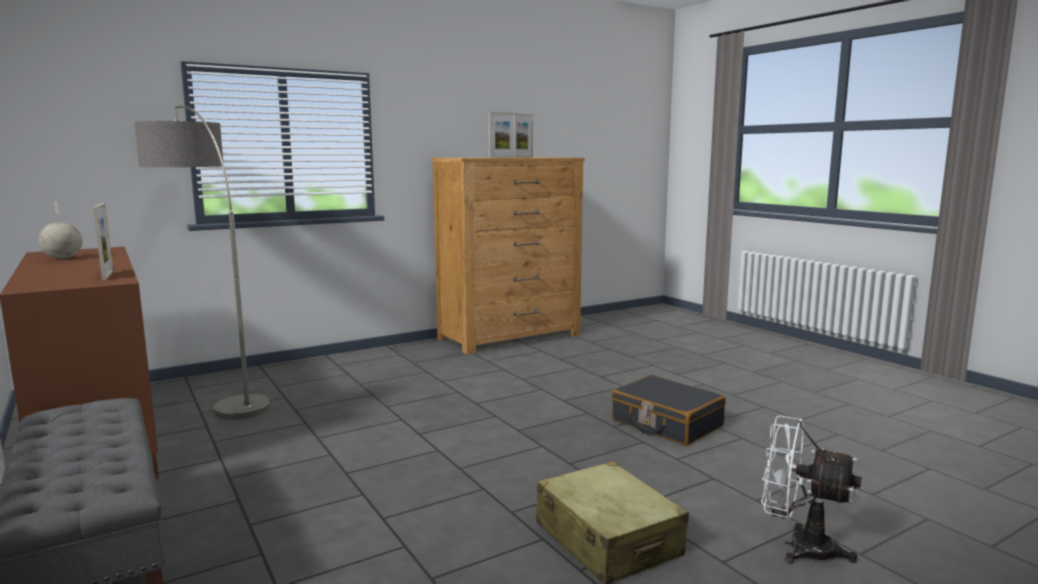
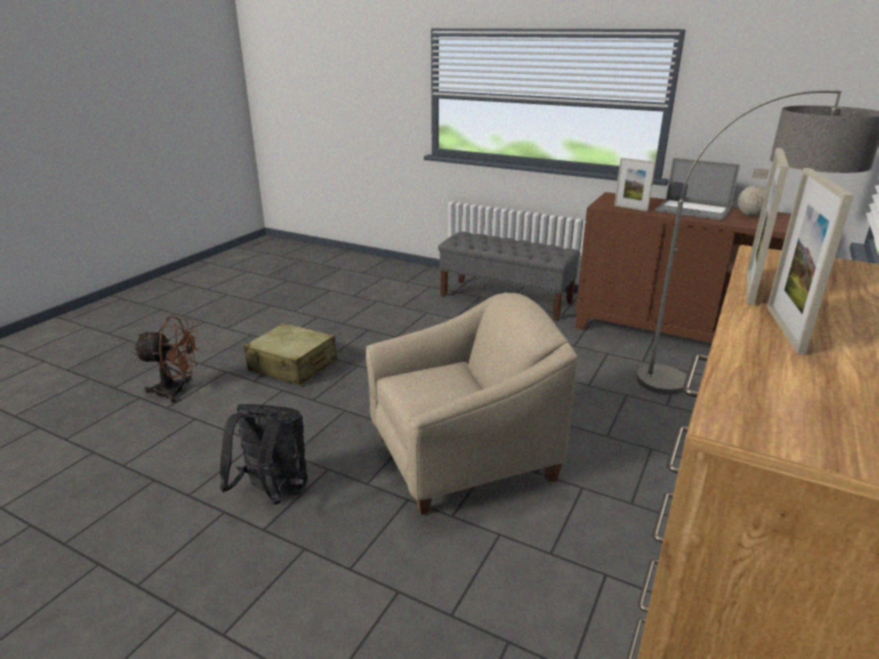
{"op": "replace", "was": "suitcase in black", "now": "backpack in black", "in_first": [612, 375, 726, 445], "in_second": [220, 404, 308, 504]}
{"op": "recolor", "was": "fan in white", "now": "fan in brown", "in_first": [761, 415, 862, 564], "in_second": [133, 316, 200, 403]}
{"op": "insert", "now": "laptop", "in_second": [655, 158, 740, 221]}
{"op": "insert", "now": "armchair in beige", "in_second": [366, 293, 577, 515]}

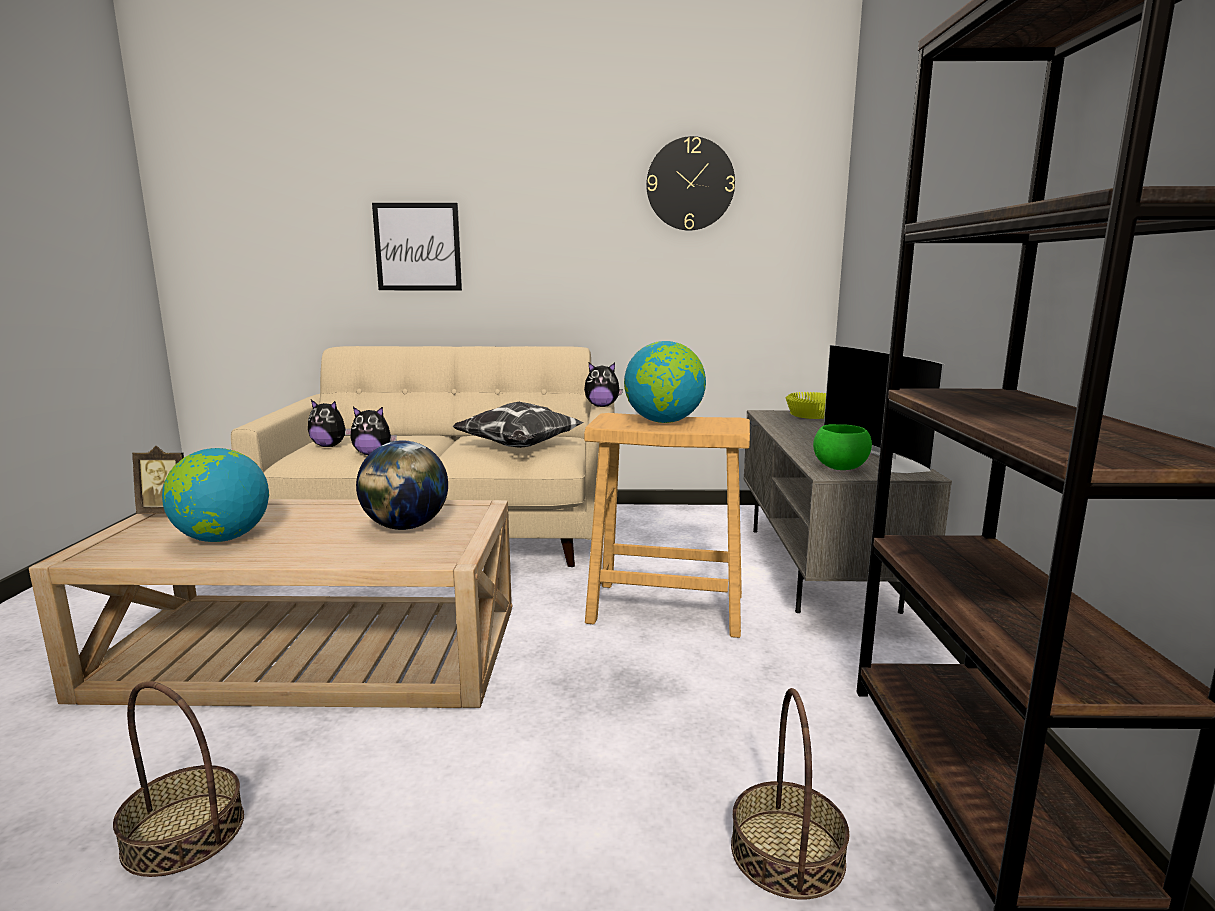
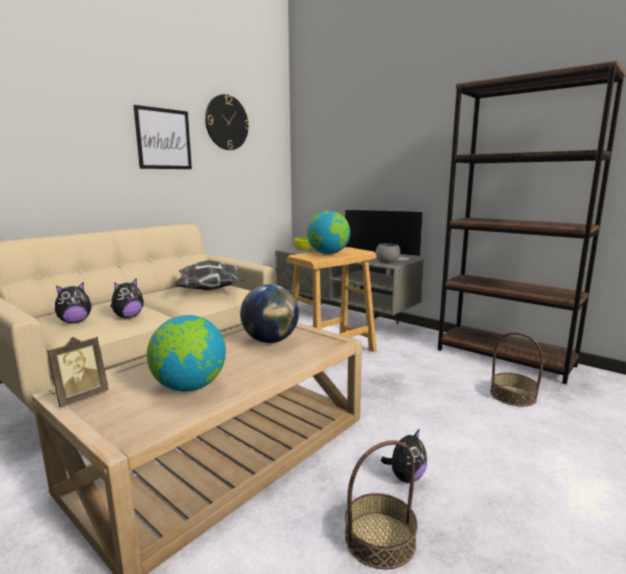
{"op": "move", "was": "picture", "in_first": [372, 203, 462, 290], "in_second": [133, 105, 192, 169]}
{"op": "move", "was": "plush toy", "in_first": [584, 363, 623, 407], "in_second": [381, 429, 427, 483]}
{"op": "recolor", "was": "bowl in green", "now": "bowl in grey", "in_first": [813, 424, 872, 470], "in_second": [375, 243, 400, 264]}

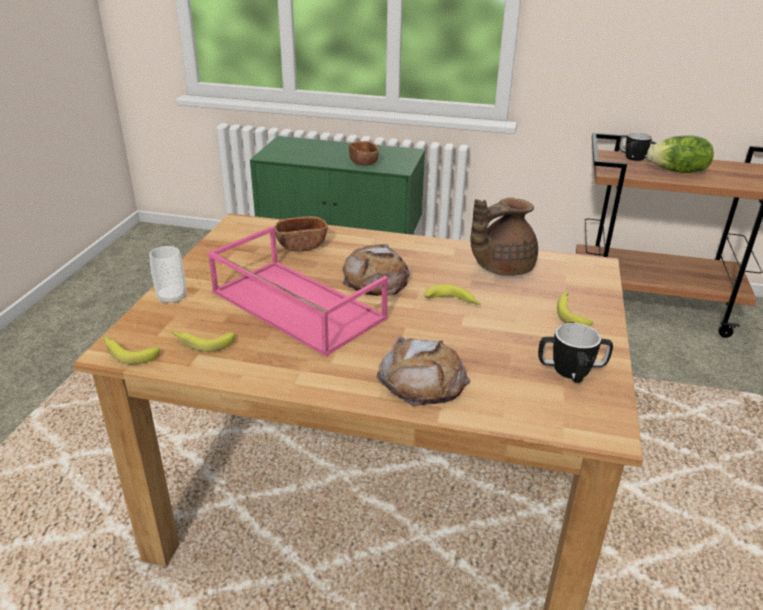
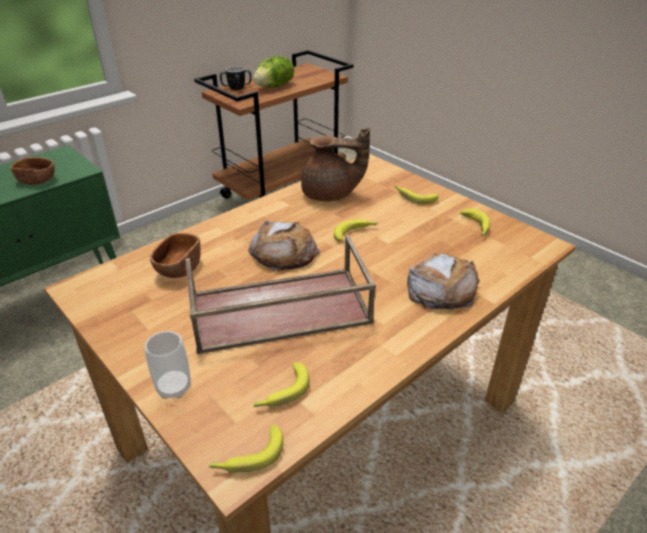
{"op": "rotate", "was": "teapot in brown", "in_first": [470, 198, 538, 276], "in_second": [301, 128, 370, 201], "clockwise": -90}
{"op": "recolor", "was": "tray in pink", "now": "tray in brown", "in_first": [208, 226, 388, 357], "in_second": [185, 235, 376, 354]}
{"op": "replace", "was": "mug", "now": "banana", "in_first": [538, 322, 613, 383], "in_second": [460, 209, 490, 236]}

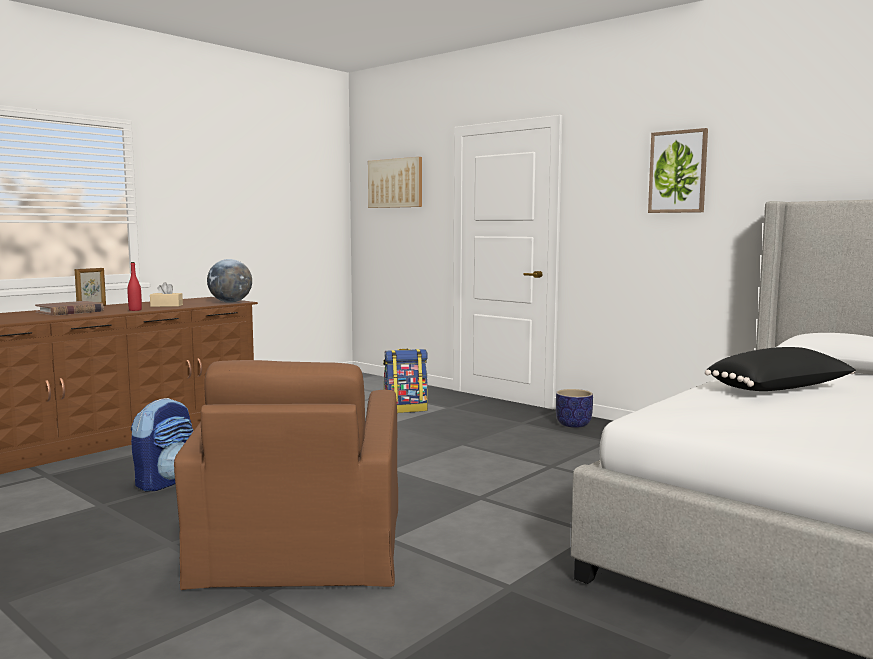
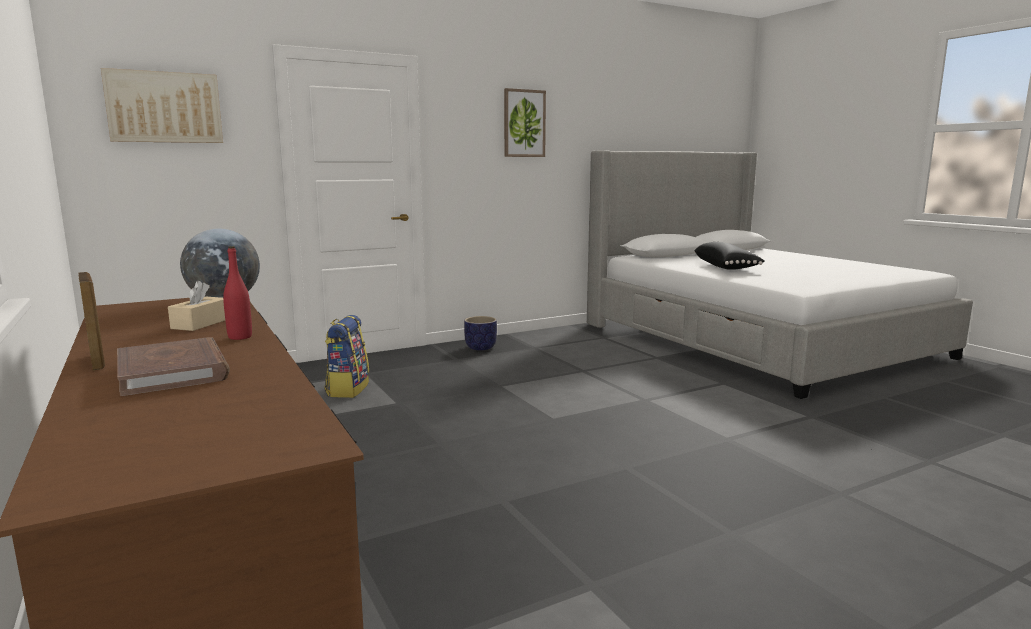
{"op": "delete", "was": "armchair in brown", "in_first": [174, 360, 398, 590]}
{"op": "delete", "was": "backpack", "in_first": [131, 398, 193, 492]}

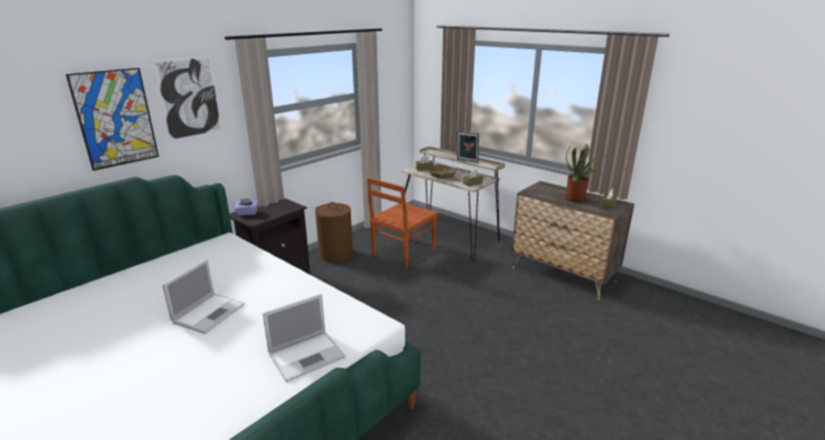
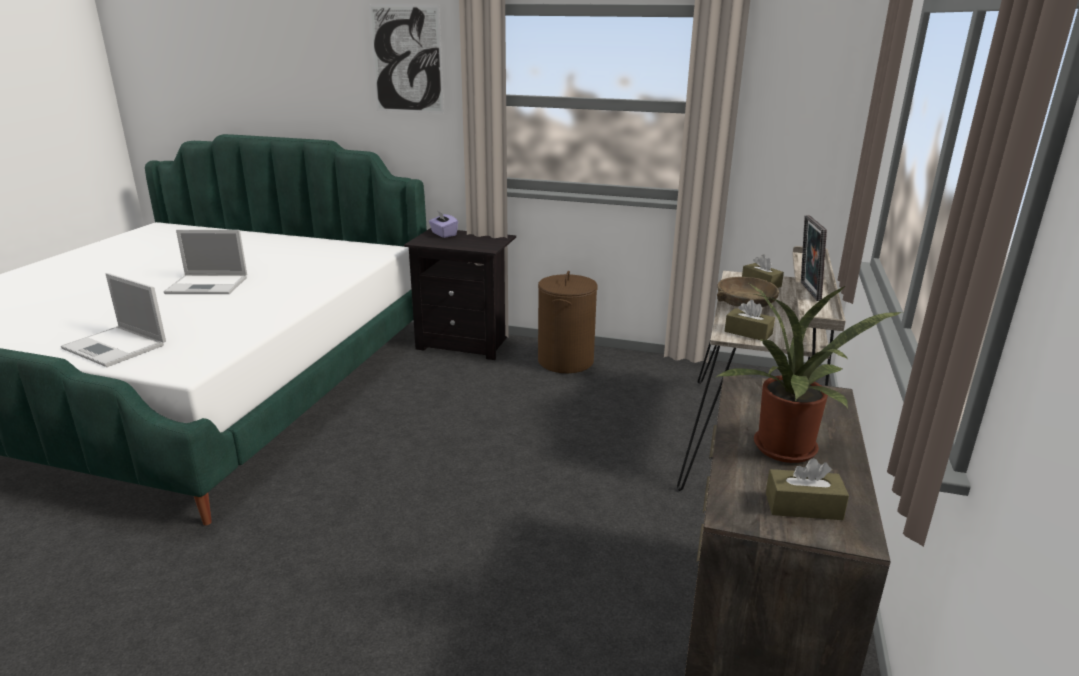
{"op": "delete", "was": "picture", "in_first": [66, 68, 159, 171]}
{"op": "delete", "was": "chair in brown", "in_first": [367, 177, 438, 269]}

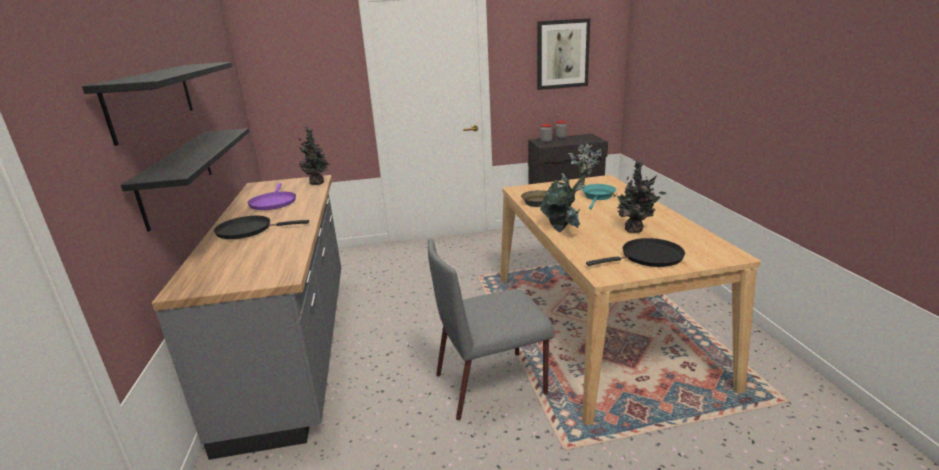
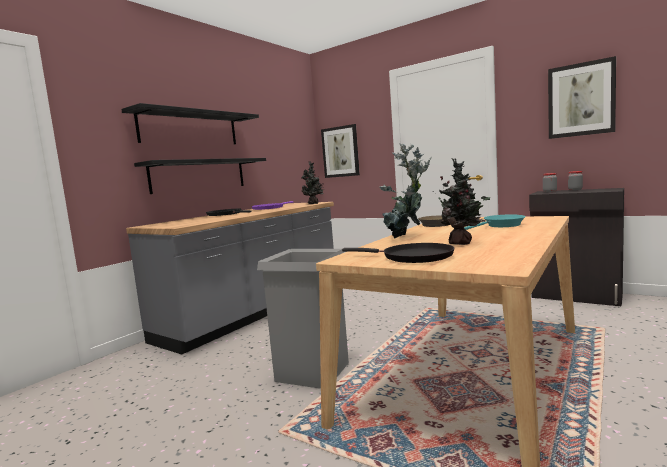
{"op": "replace", "was": "chair in grey", "now": "trash can in grey", "in_first": [428, 238, 554, 420], "in_second": [257, 249, 349, 389]}
{"op": "insert", "now": "picture", "in_second": [321, 124, 360, 178]}

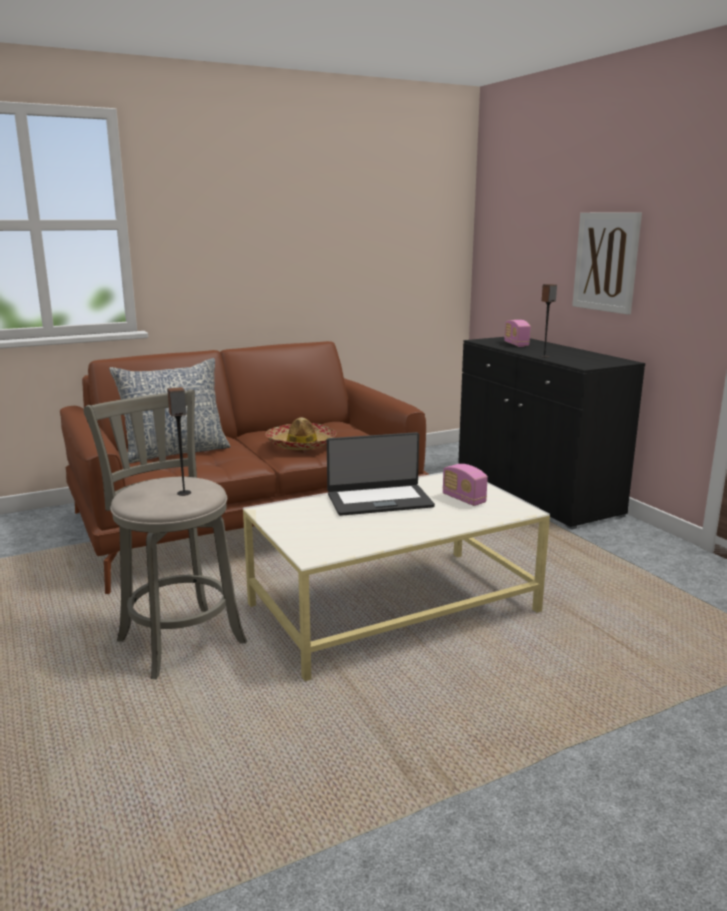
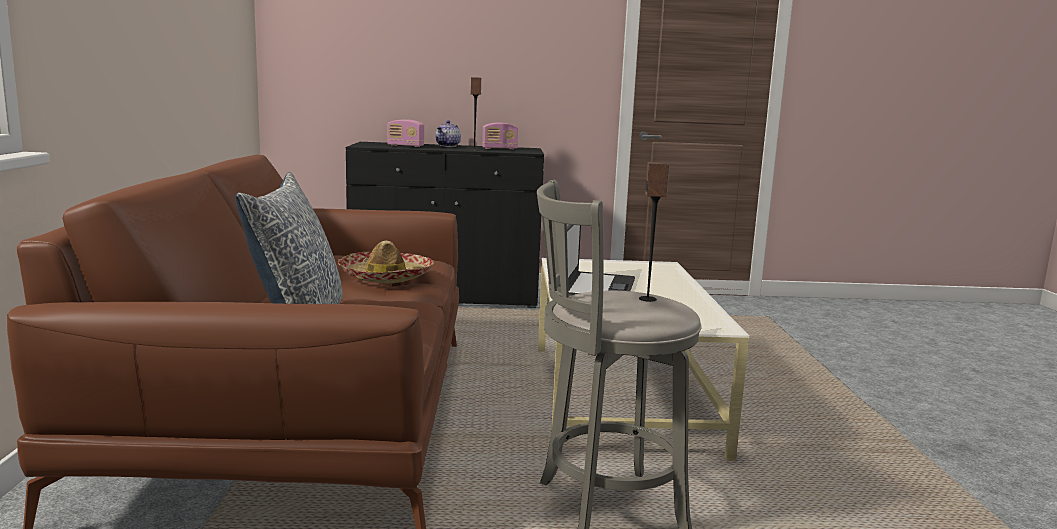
{"op": "delete", "was": "picture", "in_first": [572, 212, 642, 315]}
{"op": "move", "was": "radio", "in_first": [442, 464, 488, 506], "in_second": [482, 123, 518, 150]}
{"op": "insert", "now": "teapot", "in_second": [435, 120, 461, 147]}

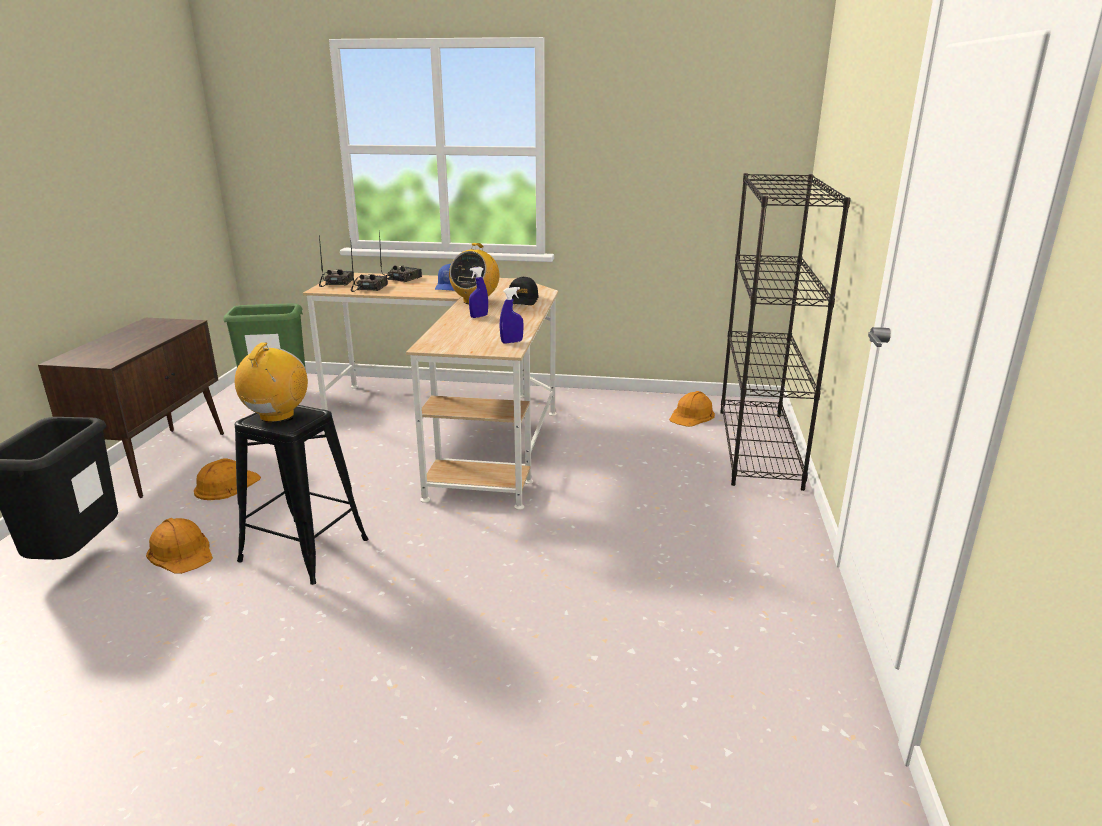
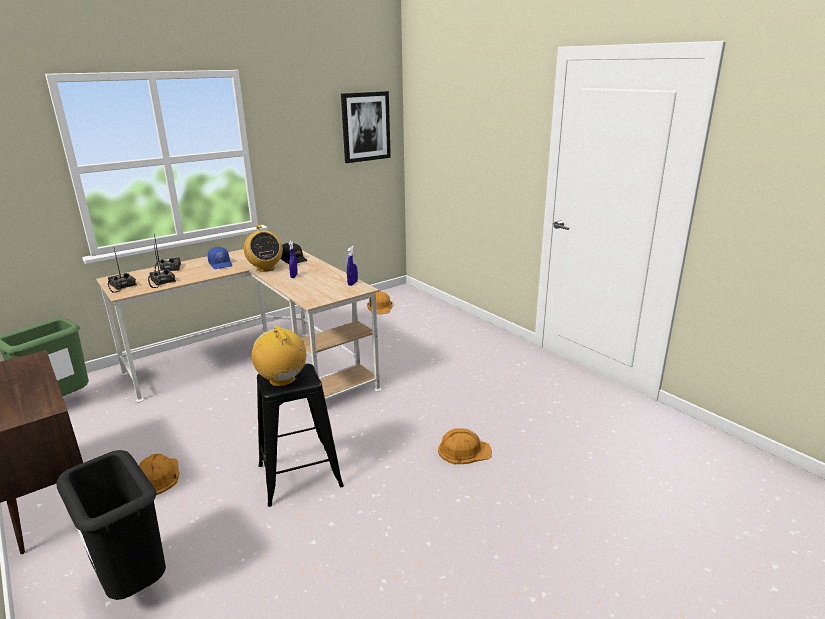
{"op": "delete", "was": "bookcase in black", "in_first": [720, 173, 851, 491]}
{"op": "move", "was": "hard hat in orange", "in_first": [146, 518, 213, 574], "in_second": [438, 428, 492, 464]}
{"op": "insert", "now": "picture", "in_second": [341, 91, 391, 163]}

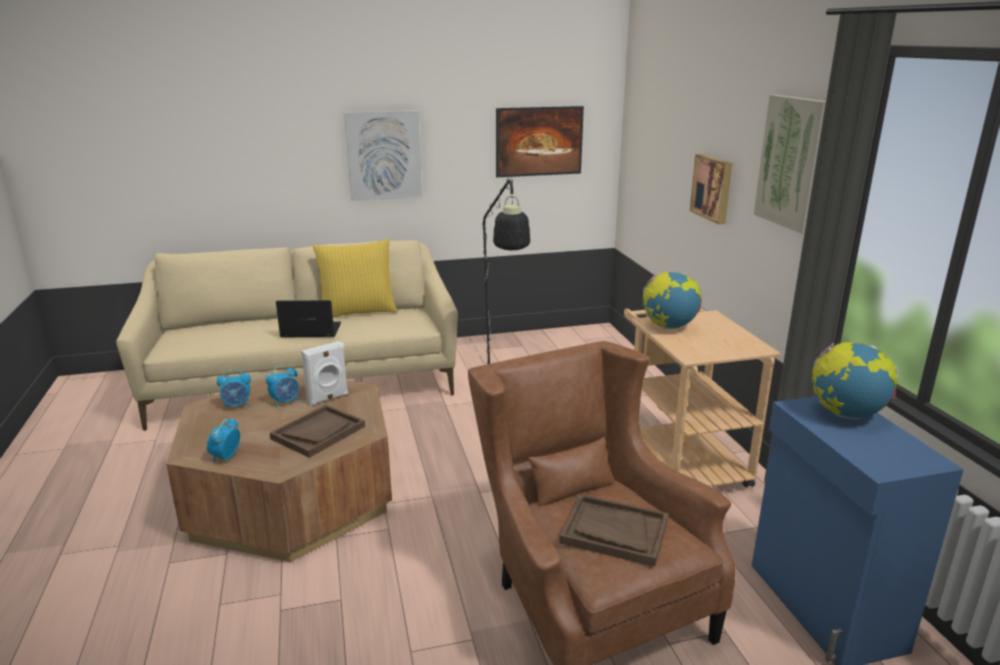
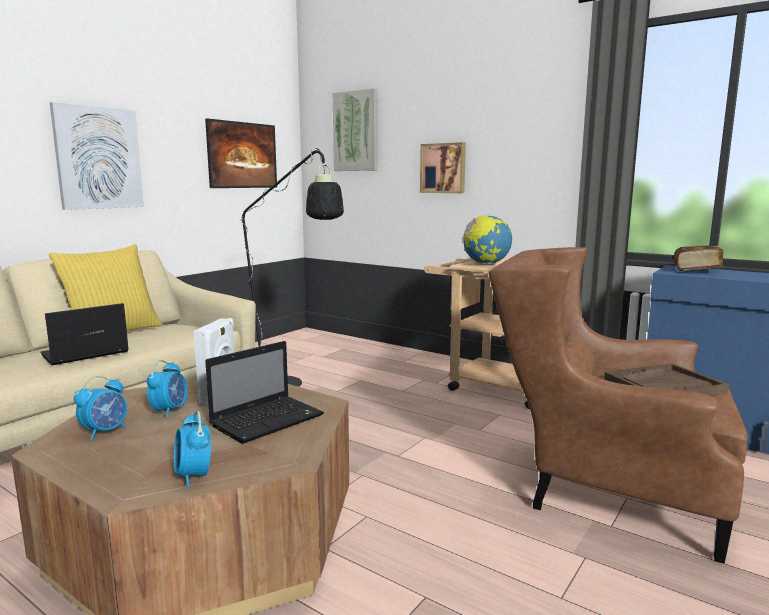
{"op": "move", "was": "picture", "in_first": [754, 95, 826, 234], "in_second": [333, 88, 378, 171]}
{"op": "replace", "was": "globe", "now": "book", "in_first": [812, 342, 898, 419], "in_second": [674, 245, 723, 271]}
{"op": "replace", "was": "tray in brown", "now": "laptop", "in_first": [270, 405, 365, 458], "in_second": [205, 341, 324, 444]}

